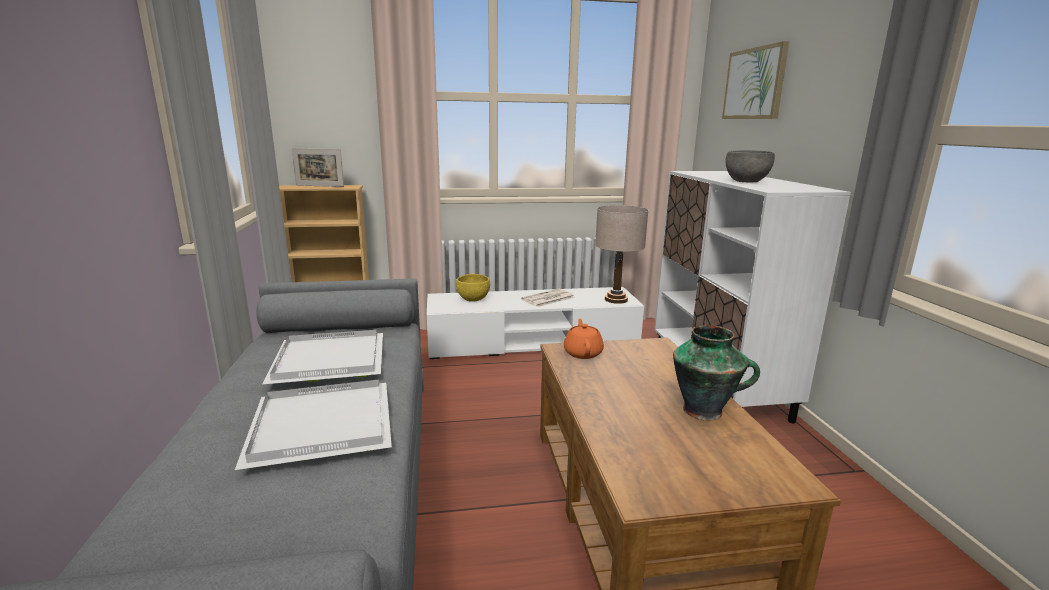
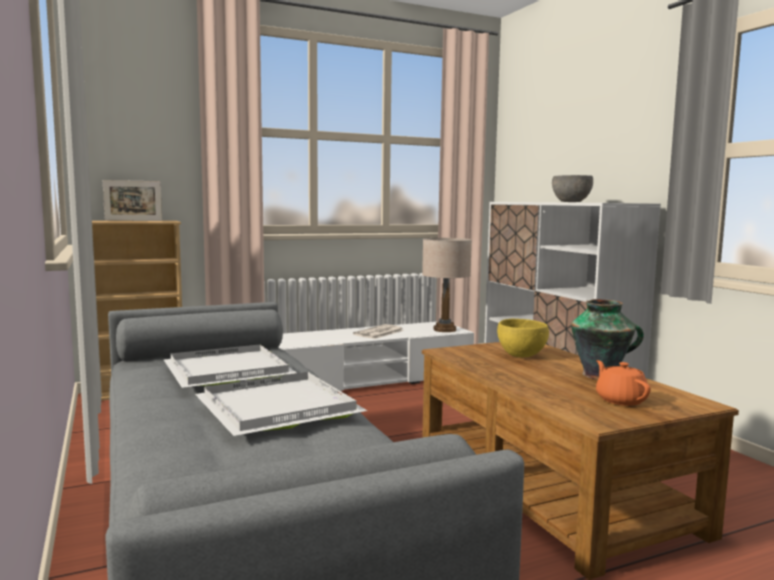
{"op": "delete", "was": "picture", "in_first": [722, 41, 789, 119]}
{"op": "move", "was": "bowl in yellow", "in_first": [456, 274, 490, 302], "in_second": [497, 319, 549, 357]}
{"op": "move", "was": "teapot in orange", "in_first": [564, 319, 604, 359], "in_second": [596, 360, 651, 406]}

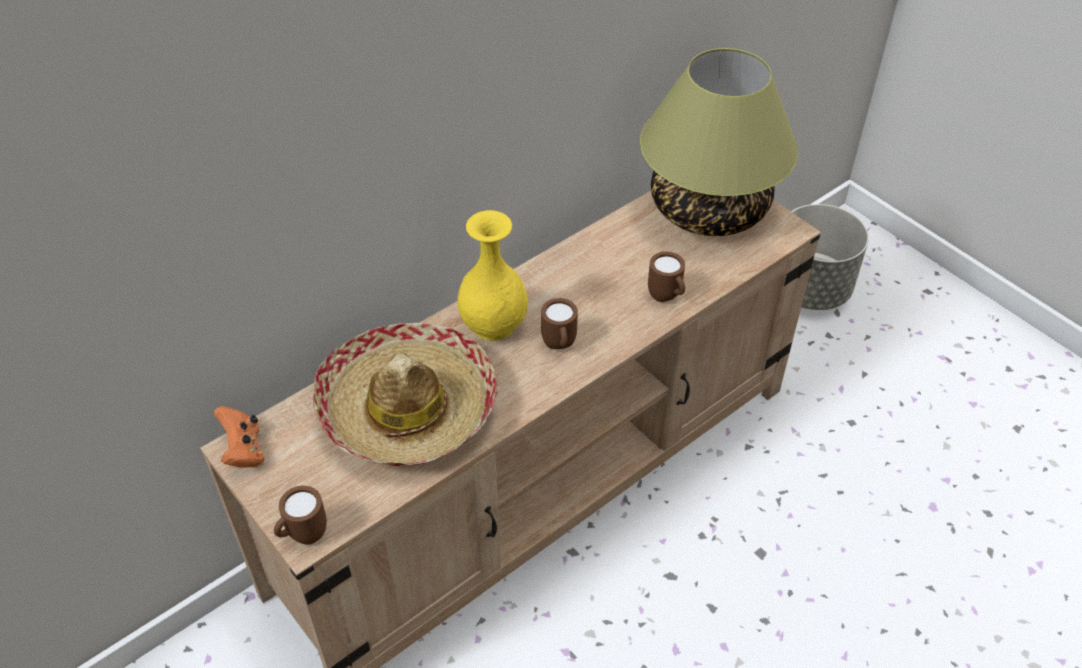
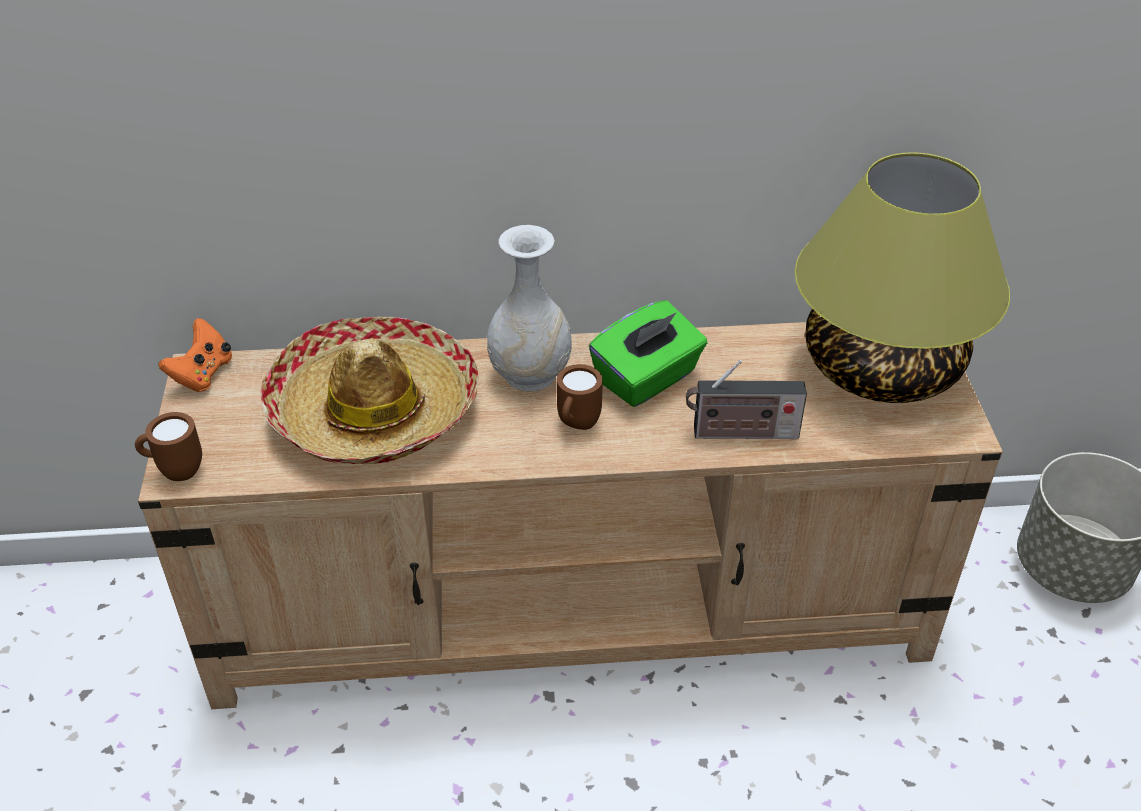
{"op": "recolor", "was": "vase in yellow", "now": "vase in white", "in_first": [457, 210, 528, 341], "in_second": [487, 225, 572, 392]}
{"op": "replace", "was": "mug in brown", "now": "radio", "in_first": [648, 251, 685, 302], "in_second": [686, 360, 807, 439]}
{"op": "insert", "now": "tissue box in green", "in_second": [589, 300, 707, 407]}

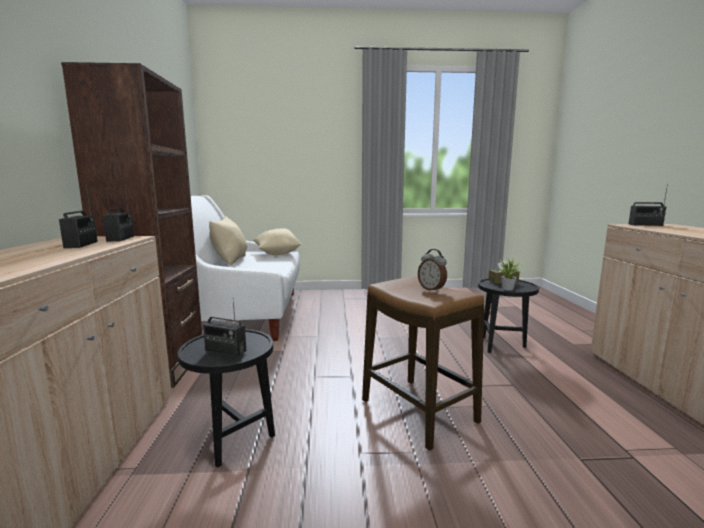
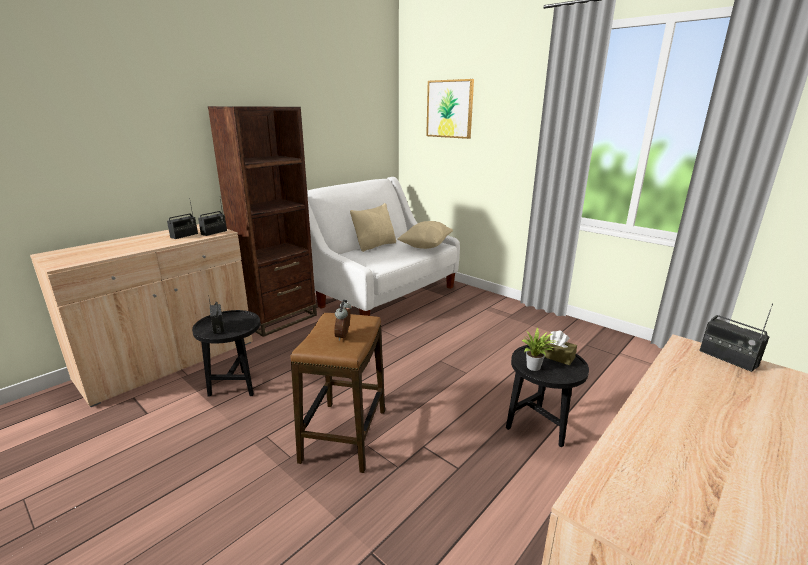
{"op": "insert", "now": "picture", "in_second": [426, 79, 474, 139]}

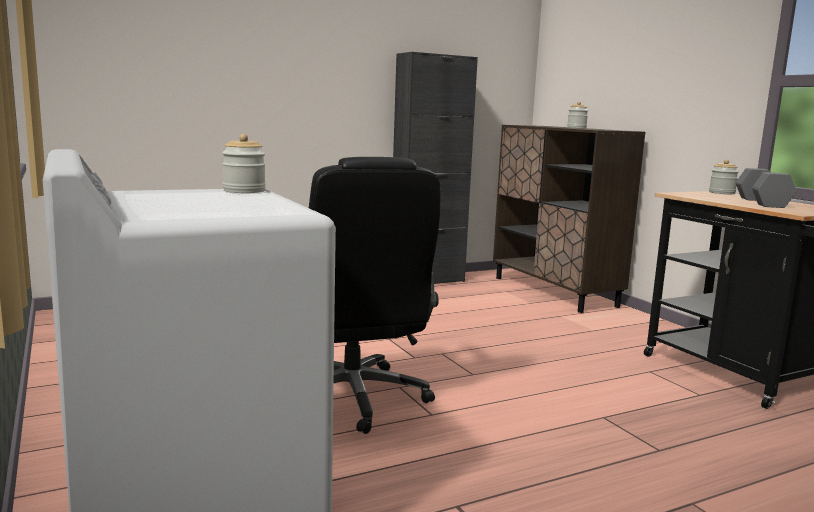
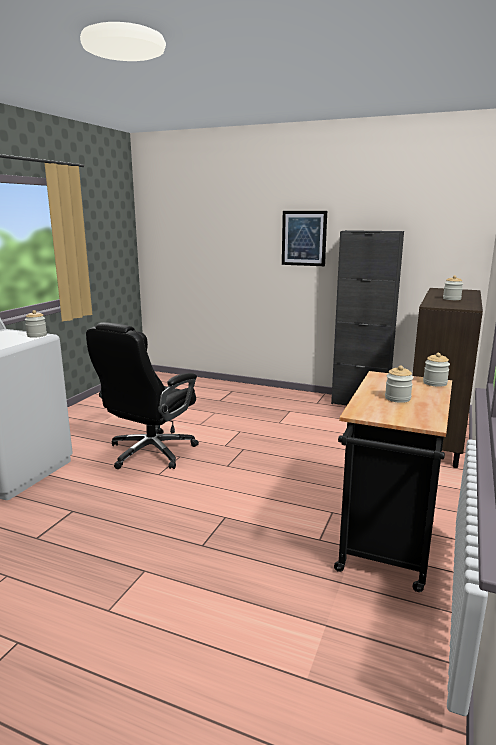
{"op": "replace", "was": "dumbbell in grey", "now": "jar", "in_first": [736, 168, 796, 208], "in_second": [385, 365, 413, 403]}
{"op": "insert", "now": "picture", "in_second": [282, 211, 327, 266]}

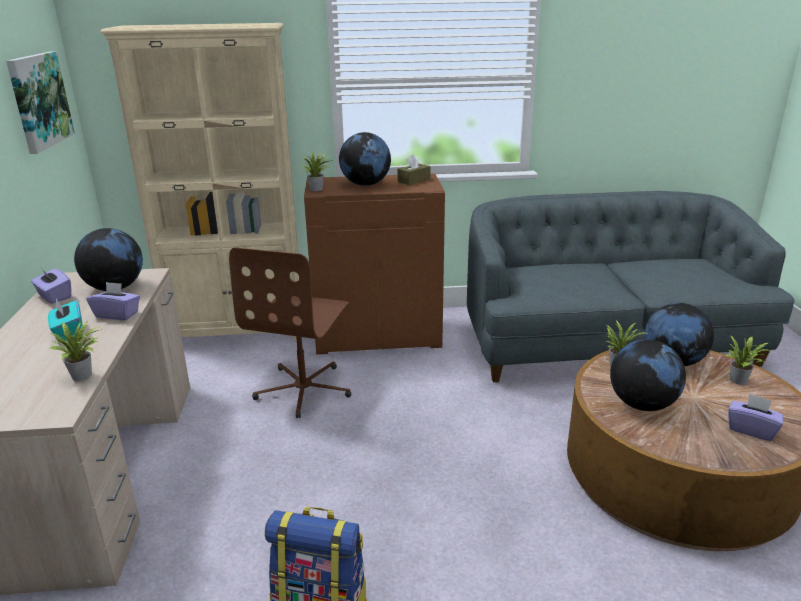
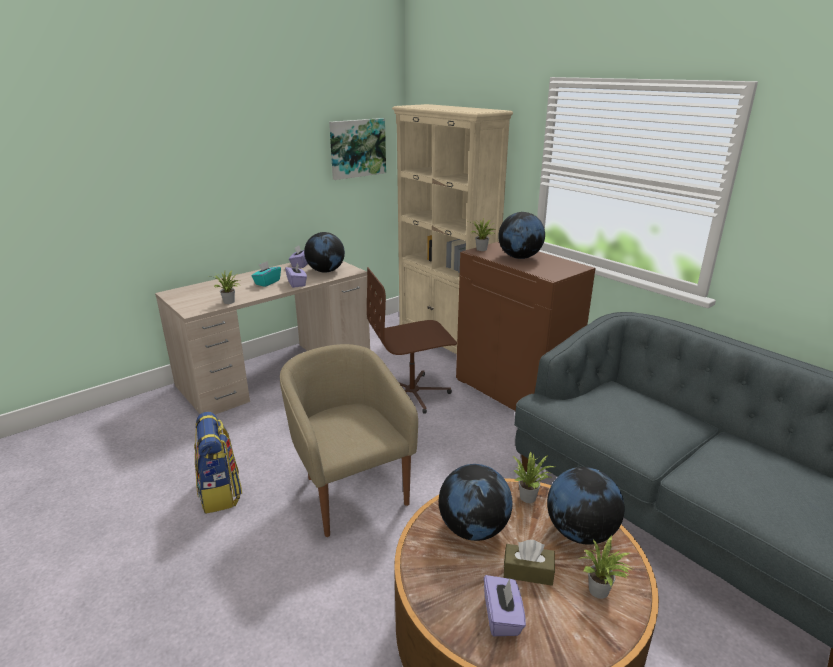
{"op": "move", "was": "tissue box in brown", "in_first": [397, 154, 430, 185], "in_second": [504, 540, 555, 586]}
{"op": "insert", "now": "armchair in beige", "in_second": [280, 344, 418, 537]}

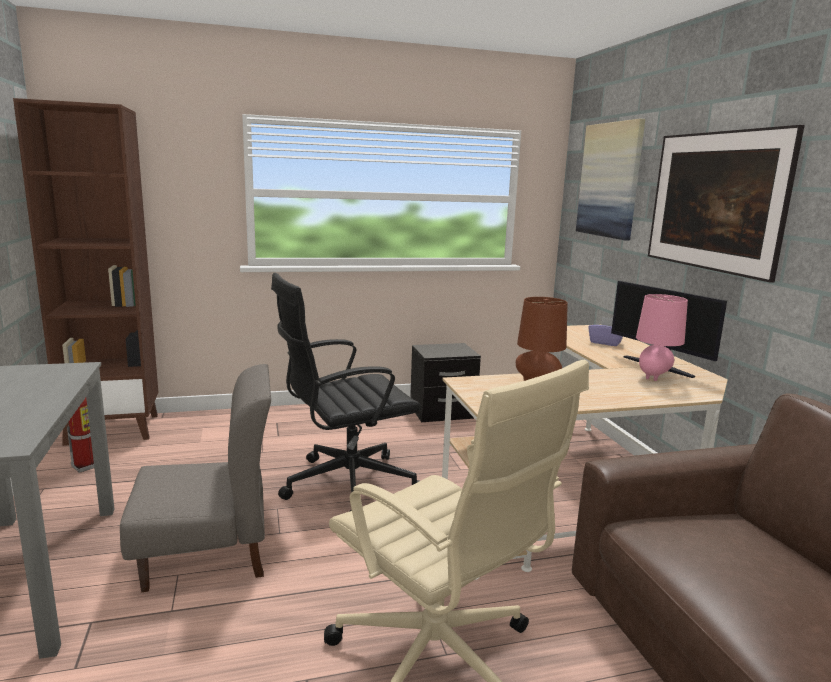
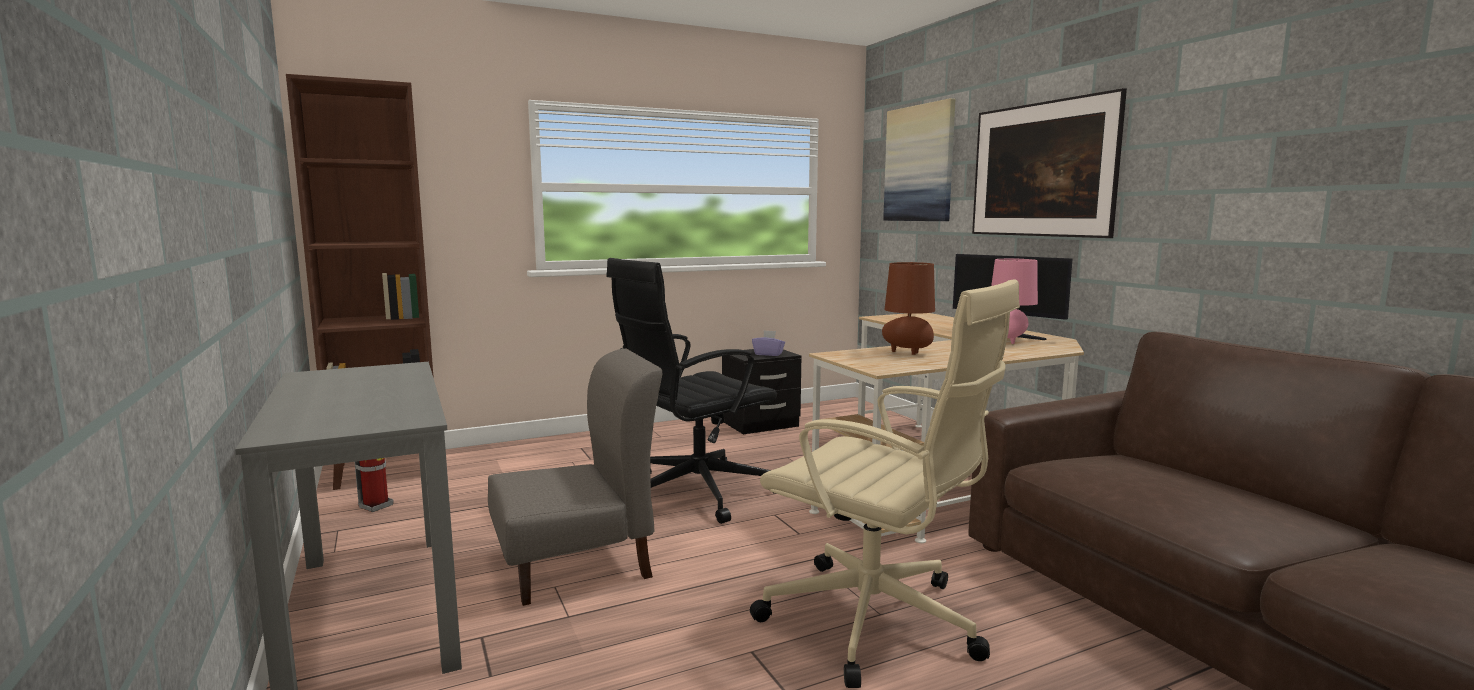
{"op": "move", "was": "tissue box in purple", "in_first": [588, 317, 623, 346], "in_second": [752, 330, 785, 356]}

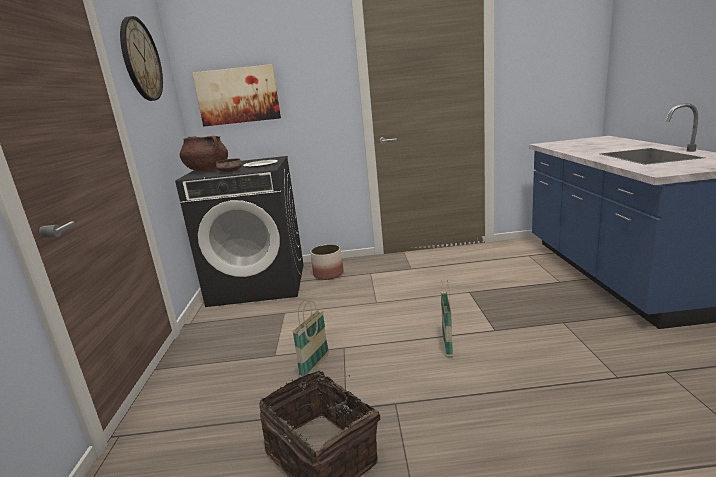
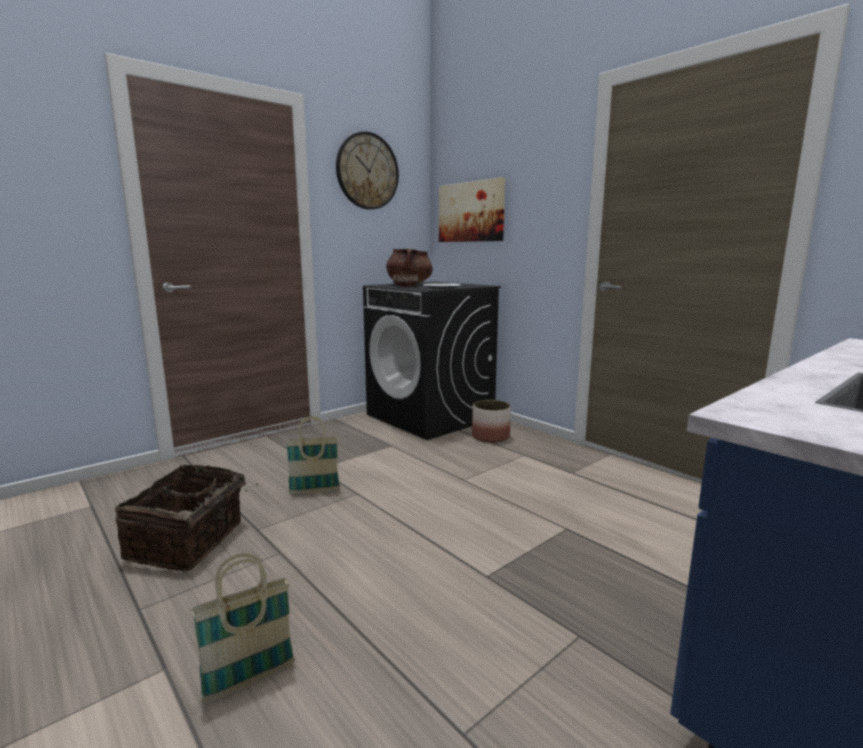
{"op": "move", "was": "basket", "in_first": [441, 280, 453, 357], "in_second": [191, 553, 295, 703]}

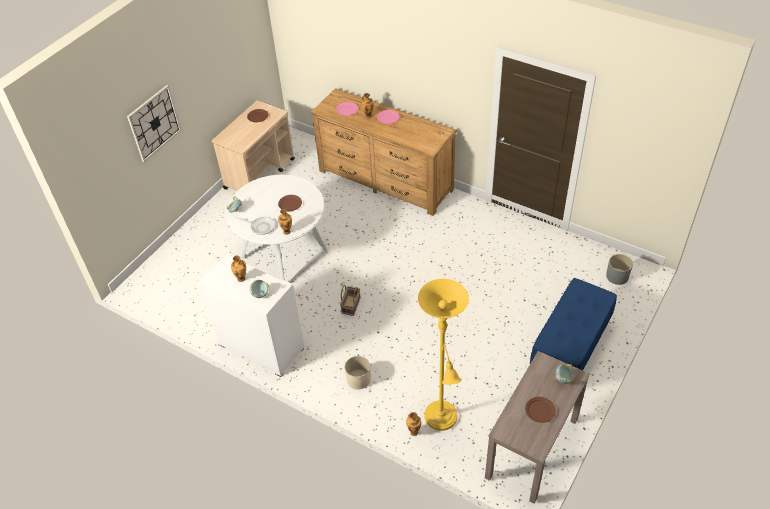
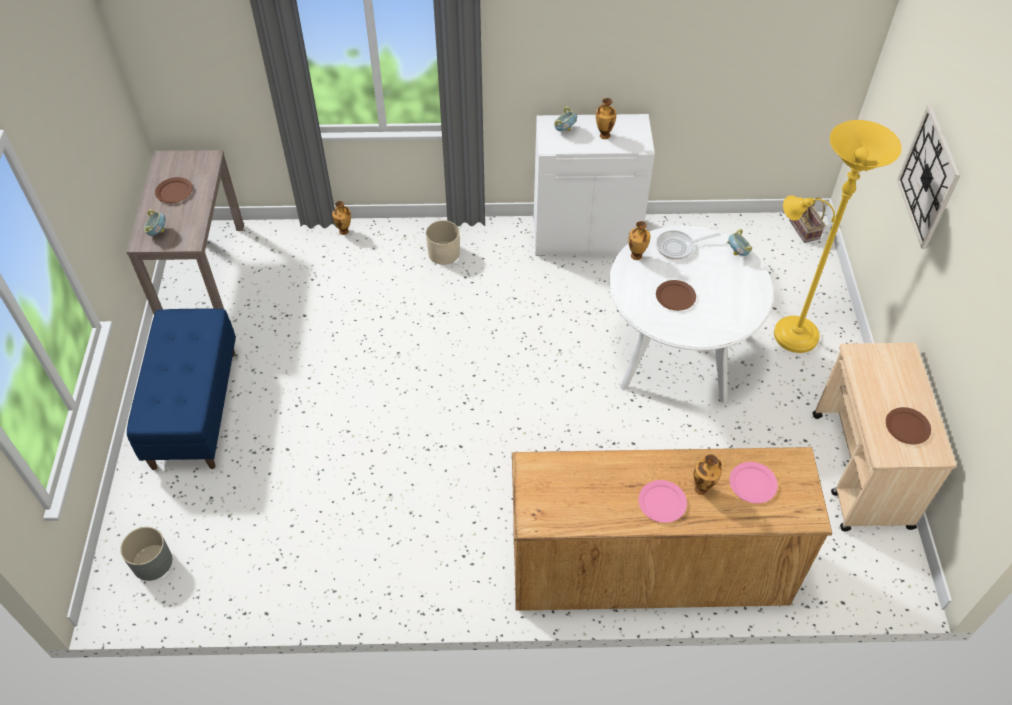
{"op": "move", "was": "floor lamp in yellow", "in_first": [418, 279, 469, 431], "in_second": [774, 120, 902, 353]}
{"op": "move", "was": "basket", "in_first": [340, 285, 361, 316], "in_second": [789, 197, 825, 243]}

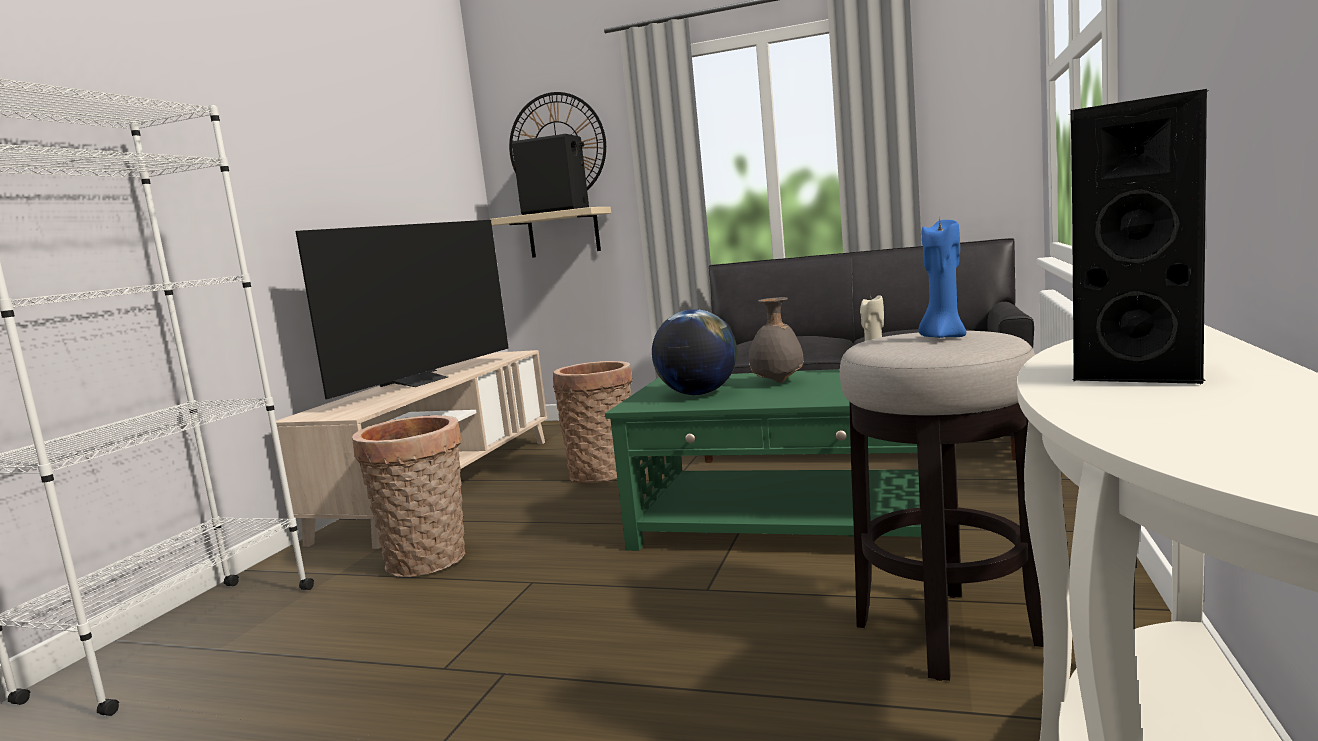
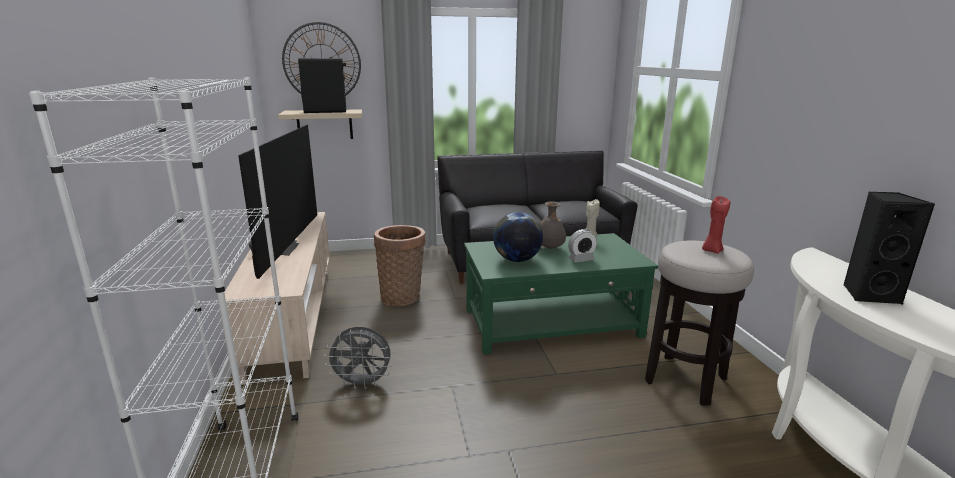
{"op": "recolor", "was": "candle in blue", "now": "candle in red", "in_first": [918, 220, 966, 338], "in_second": [702, 196, 730, 254]}
{"op": "replace", "was": "basket", "now": "fan in grey", "in_first": [352, 415, 465, 577], "in_second": [324, 327, 392, 389]}
{"op": "insert", "now": "alarm clock", "in_second": [568, 229, 597, 262]}

